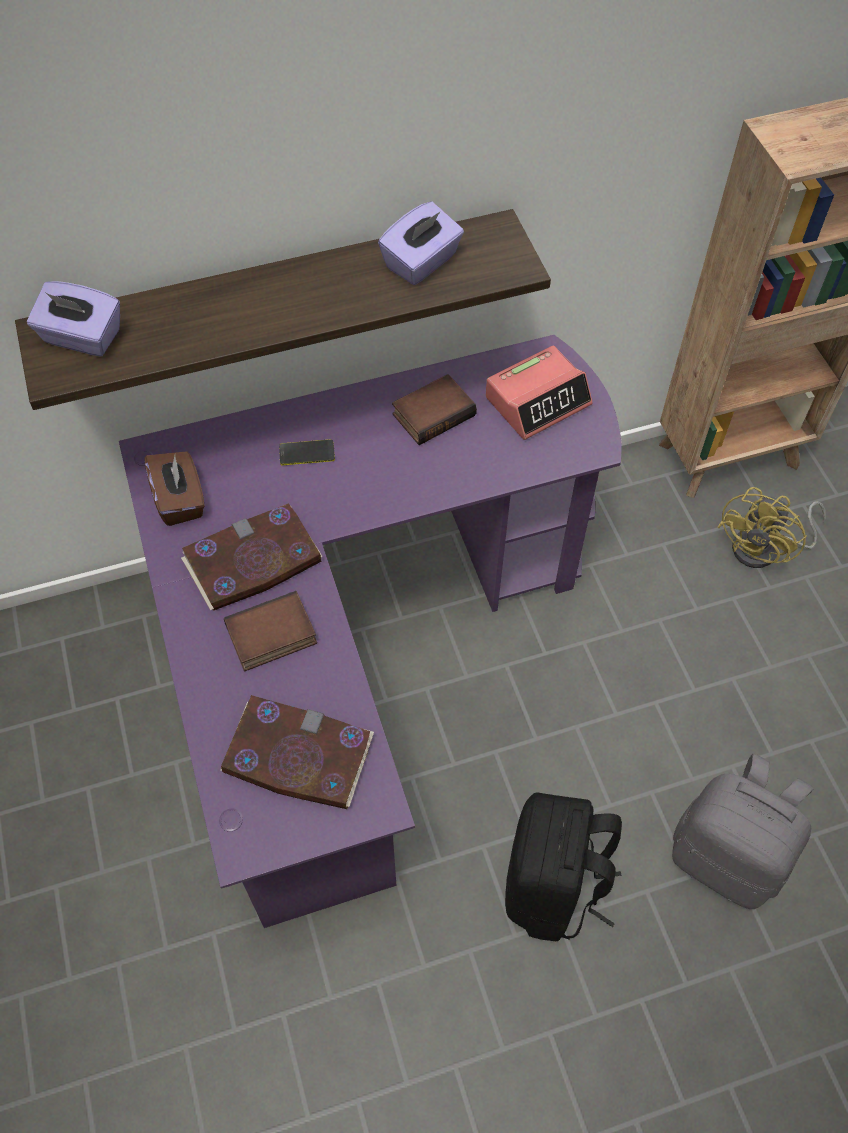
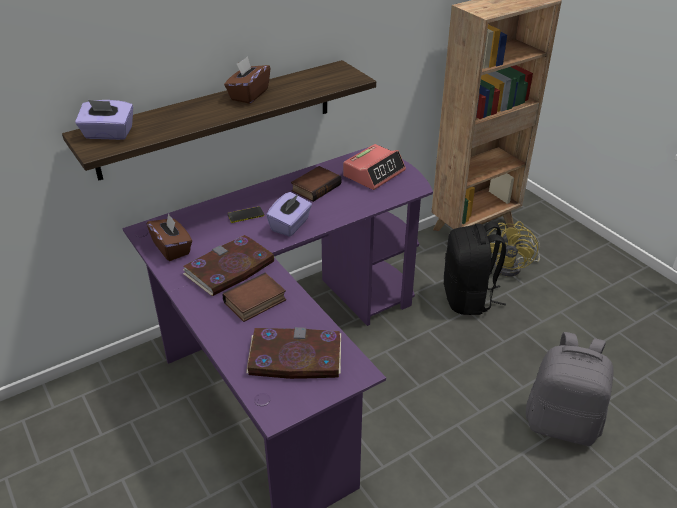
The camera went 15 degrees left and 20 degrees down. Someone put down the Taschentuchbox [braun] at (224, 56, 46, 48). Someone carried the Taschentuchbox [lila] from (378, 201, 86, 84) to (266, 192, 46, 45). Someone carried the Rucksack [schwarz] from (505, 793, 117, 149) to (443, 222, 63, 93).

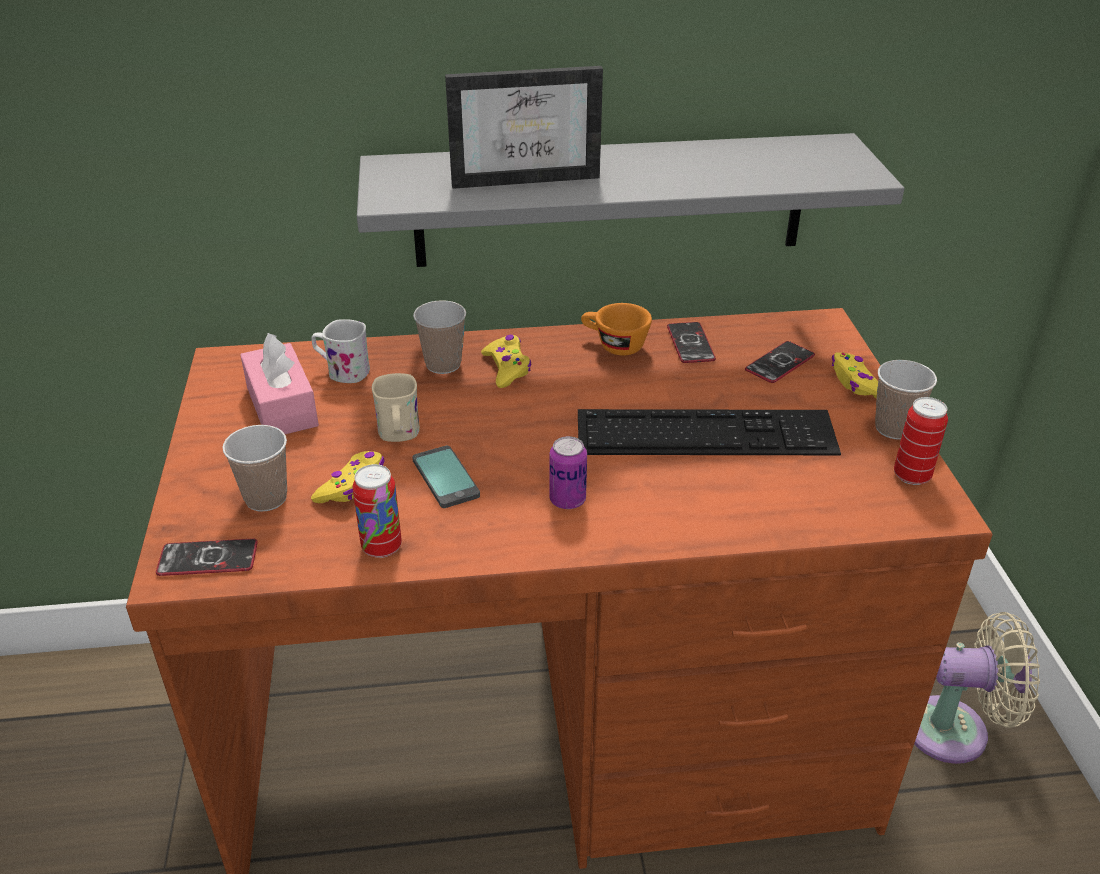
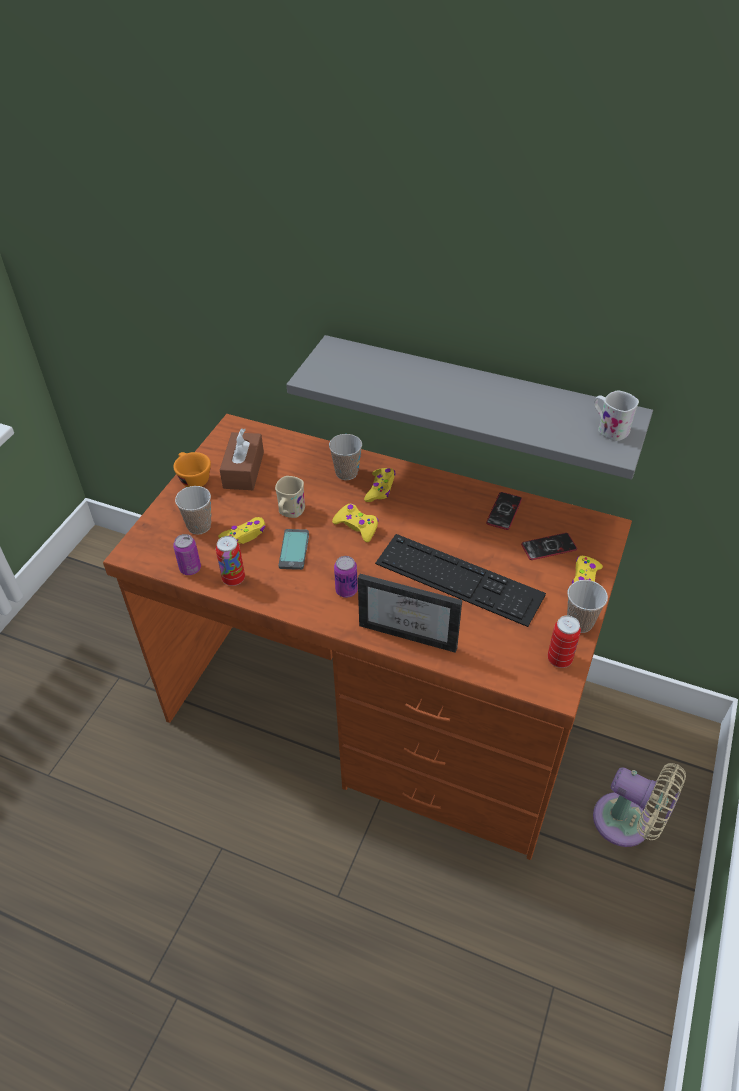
The camera went 30 degrees right and 10 degrees up. Someone took away the Handy at (156, 539, 102, 37). Someone put down the Dose at (173, 534, 28, 41). Someone put down the Gamepad [gelb] at (332, 503, 47, 39). Someone carried the Henkelbecher [weiß] from (311, 319, 59, 64) to (594, 390, 45, 51). Someone carried the Bilderrahmen from (445, 66, 158, 123) to (358, 574, 104, 79). Someone carried the Tasse [orange] from (581, 303, 71, 52) to (173, 452, 38, 35). Someone repainted the Taschentuchbox [rosa] at (240, 333, 79, 101), which became the Taschentuchbox [braun] at (220, 428, 44, 62).

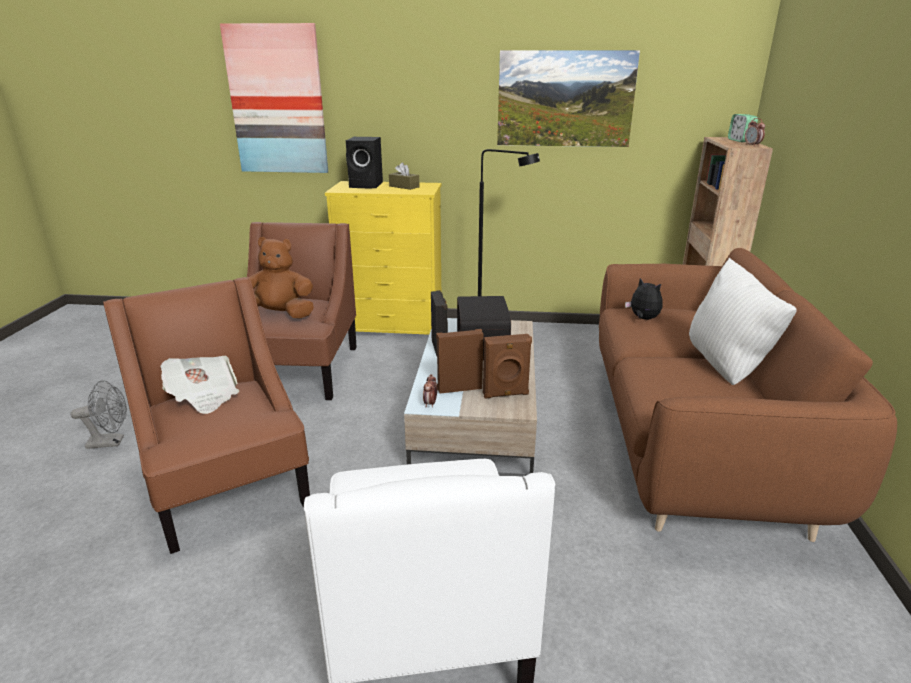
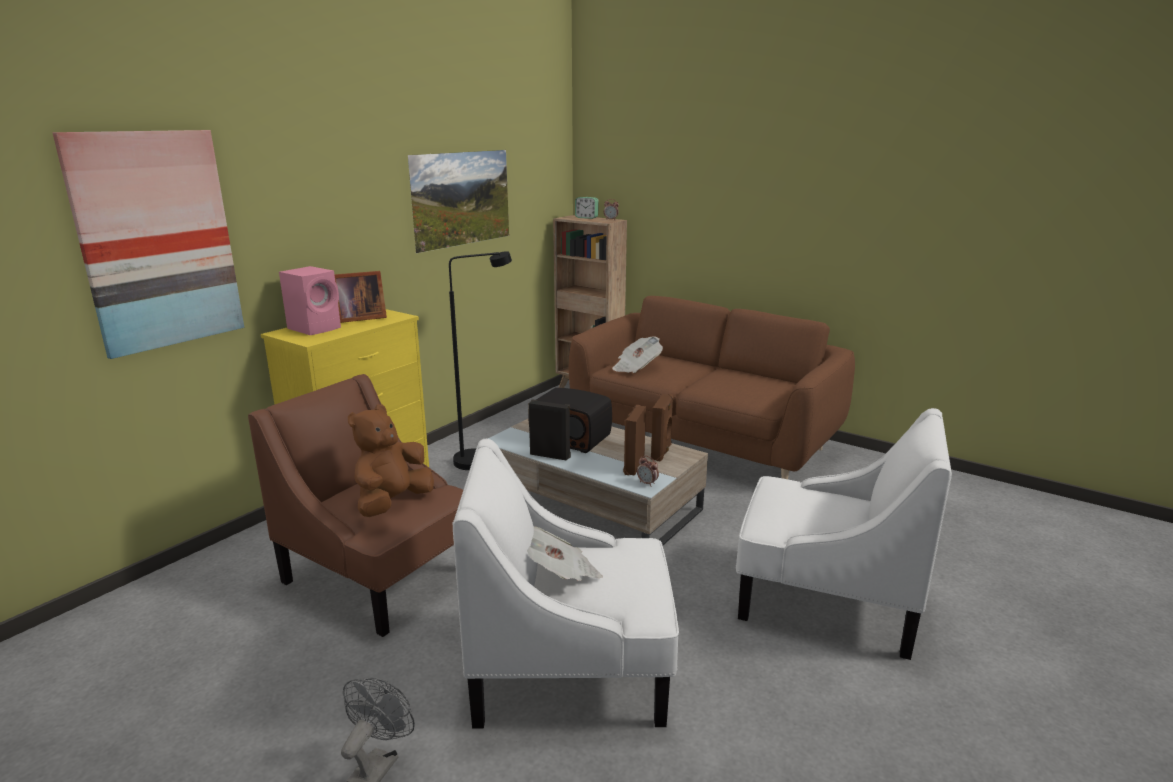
The camera went 60 degrees left and 5 degrees down. Someone took away the Kissen [weiß] at (689, 258, 108, 127). Someone swapped the Taschentuchbox [braun] at (389, 163, 30, 27) for the Bilderrahmen at (334, 271, 53, 52). Someone swapped the Plüschtier at (625, 278, 38, 42) for the Zeitung at (612, 336, 51, 37). Someone repainted the Sessel [braun] at (103, 277, 207, 277), which became the Sessel [weiß] at (453, 439, 226, 290). Someone repainted the Lautsprecher [schwarz] at (346, 137, 37, 51), which became the Lautsprecher [rosa] at (279, 266, 62, 69).

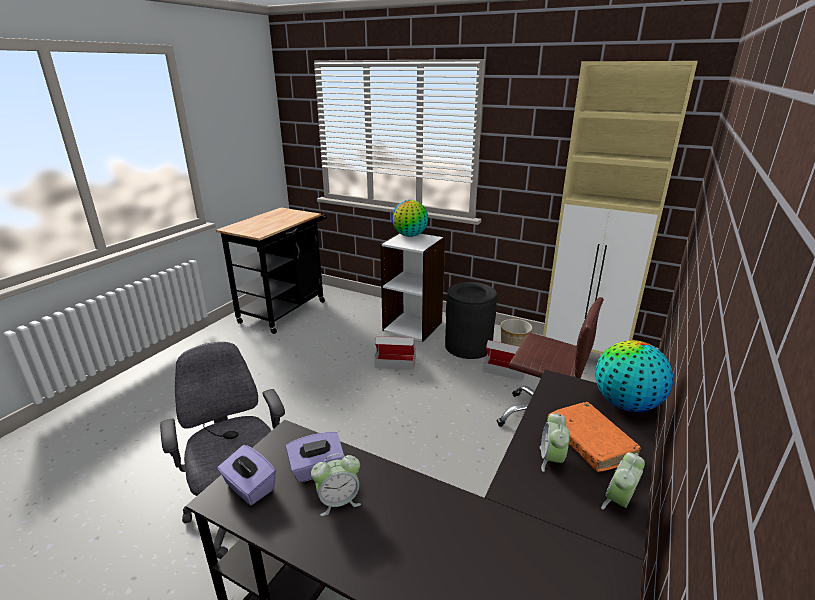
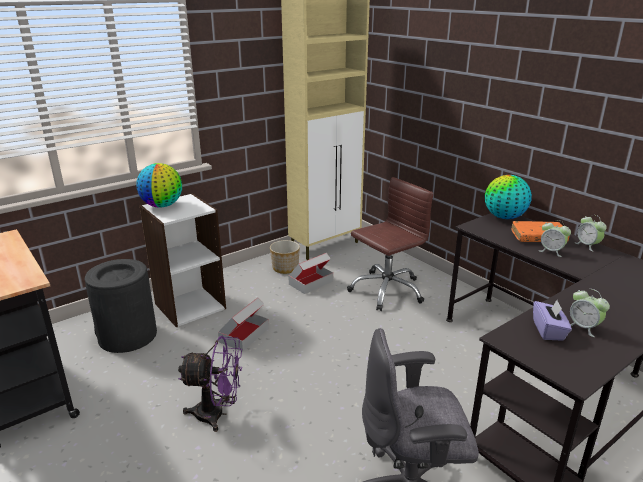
The camera went 65 degrees left and 0 degrees up. Someone took away the Taschentuchbox [lila] at (217, 445, 59, 60). Someone put down the Ventilator [lila] at (178, 336, 64, 96). Someone carried the Mülleimer [schwarz] from (445, 282, 52, 77) to (85, 259, 72, 94). Someone rotated the Wecker at (311, 453, 50, 63) by 135 degrees clockwise.

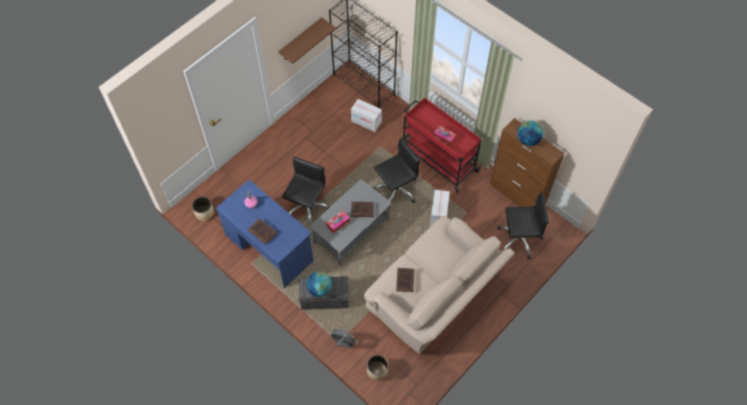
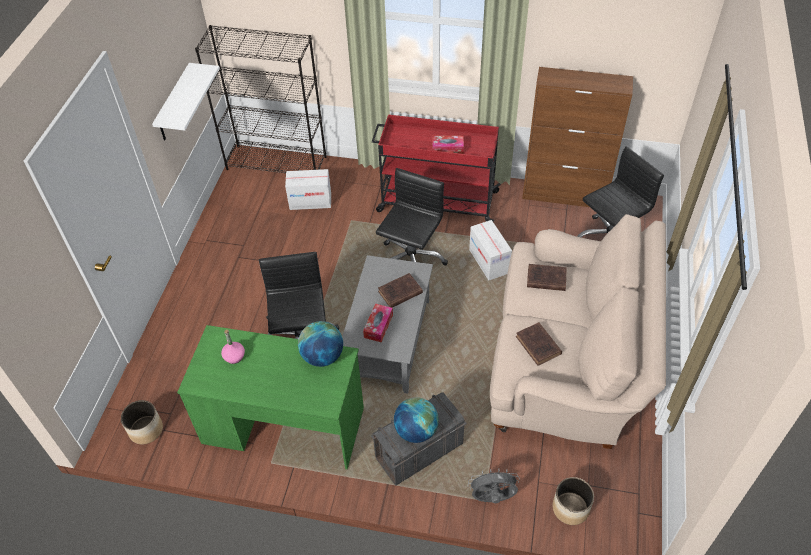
The camera went 30 degrees left and 10 degrees down. Someone carried the Buch [braun] from (248, 218, 29, 26) to (527, 264, 40, 27). Someone carried the Globus from (517, 121, 26, 25) to (298, 321, 45, 46). Someone repainted the Schreibtisch [blau] at (215, 180, 98, 108), which became the Schreibtisch [grün] at (177, 325, 187, 144). Someone repainted the Wandregal [braun] at (278, 17, 58, 47), which became the Wandregal [weiß] at (152, 63, 68, 77).

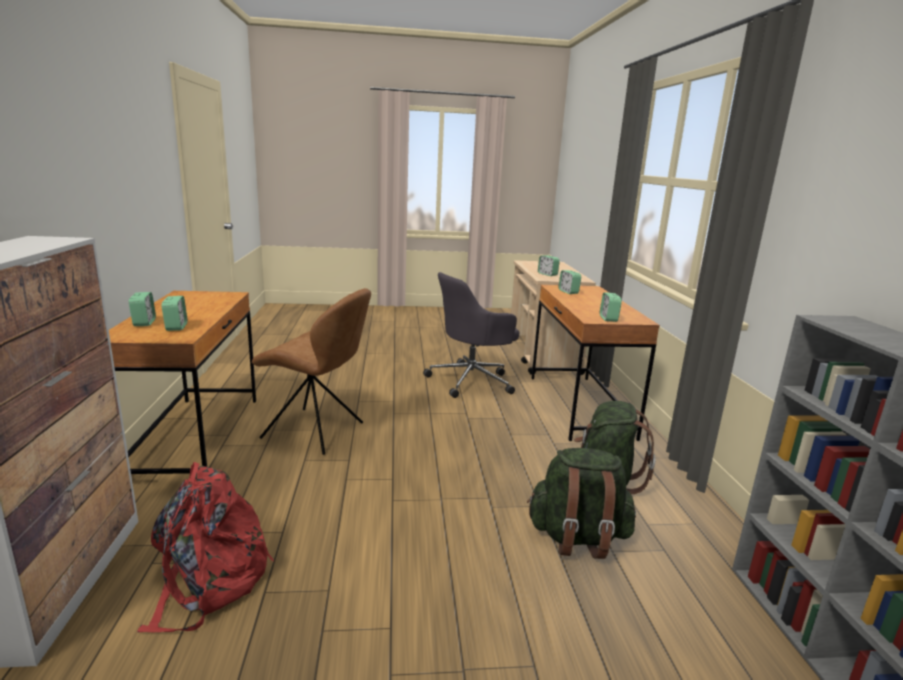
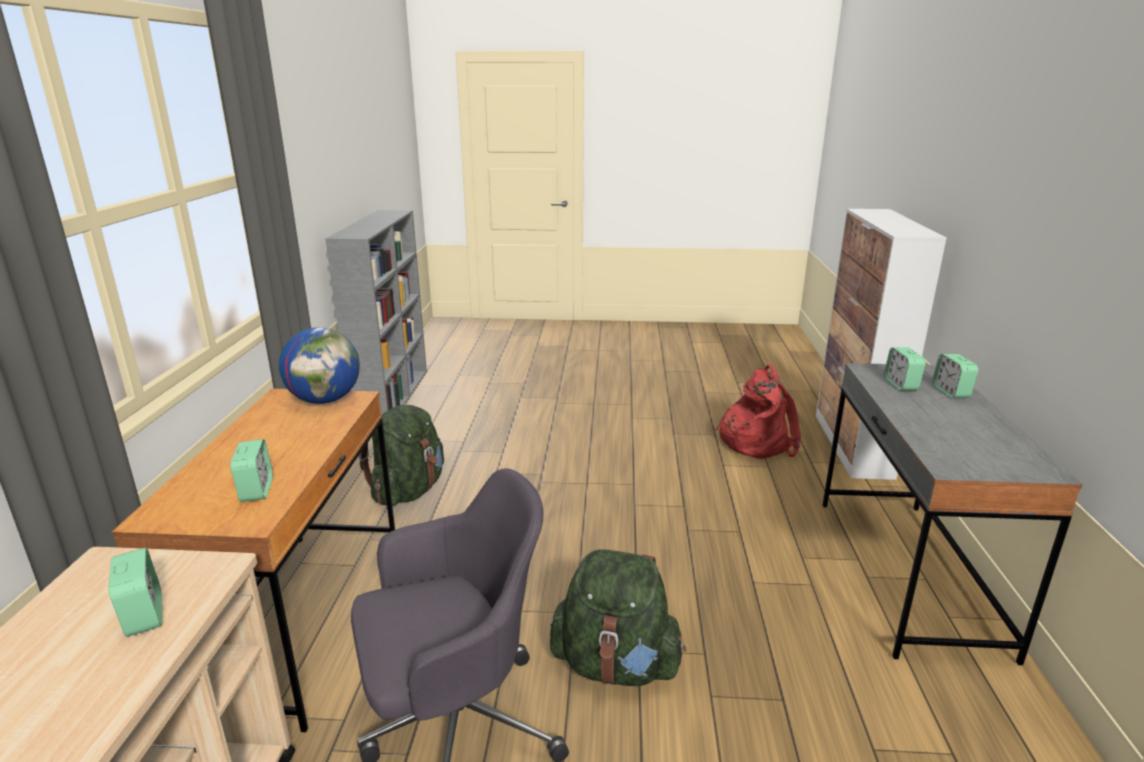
The camera went 170 degrees left and 5 degrees up. Someone took away the Stuhl [braun] at (252, 288, 119, 167). Someone carried the Rucksack [grün] from (527, 448, 109, 111) to (550, 549, 136, 137). Someone swapped the Wecker at (600, 292, 22, 30) for the Globus at (279, 327, 81, 77). Someone repainted the Schreibtisch [braun] at (109, 291, 147, 183), which became the Schreibtisch [grau] at (823, 363, 260, 302).

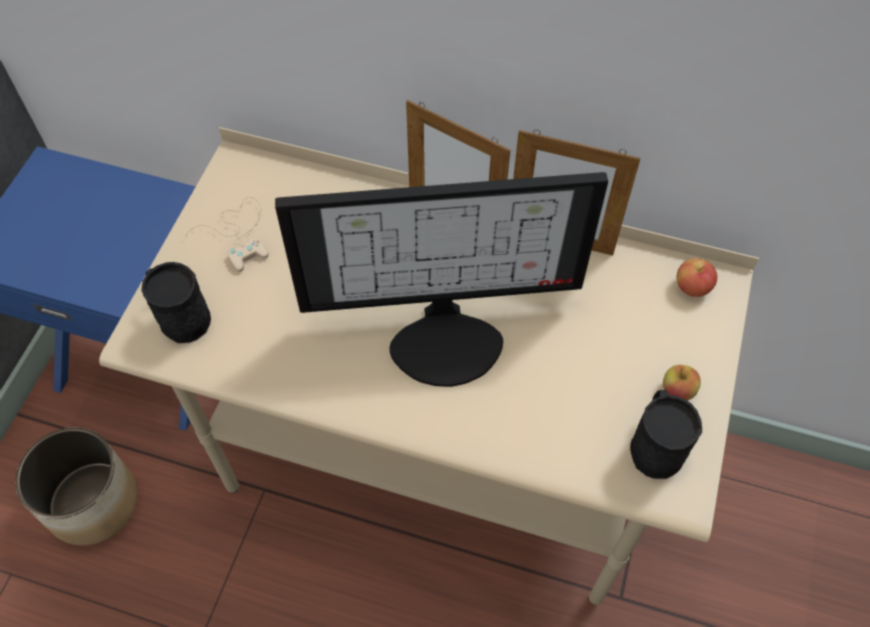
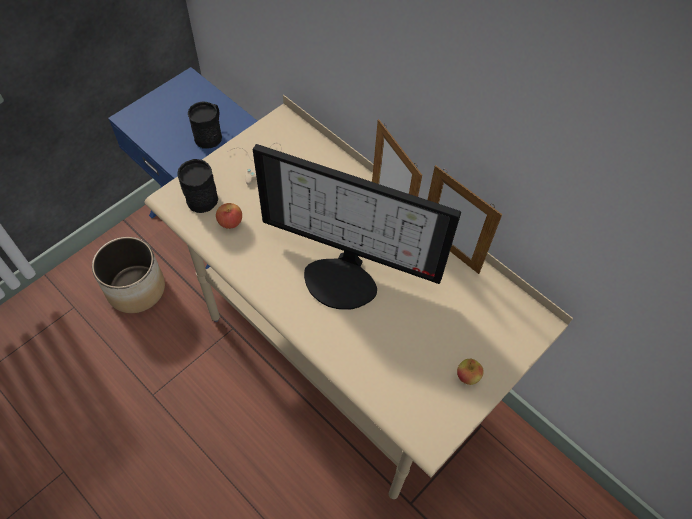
The camera went 25 degrees right and 0 degrees up. Someone carried the Henkelbecher [schwarz] from (630, 390, 72, 89) to (188, 102, 34, 47). Someone carried the Apfel from (676, 258, 41, 39) to (216, 203, 26, 26).

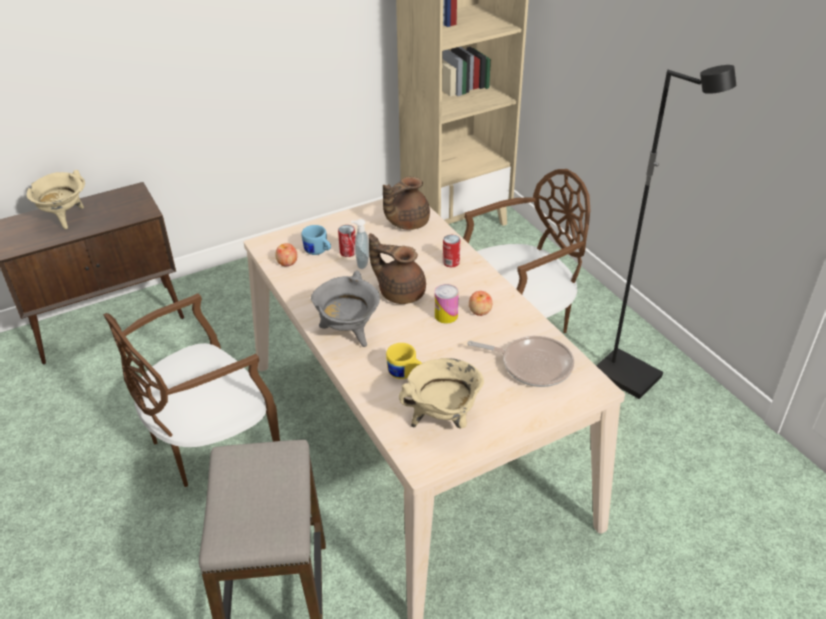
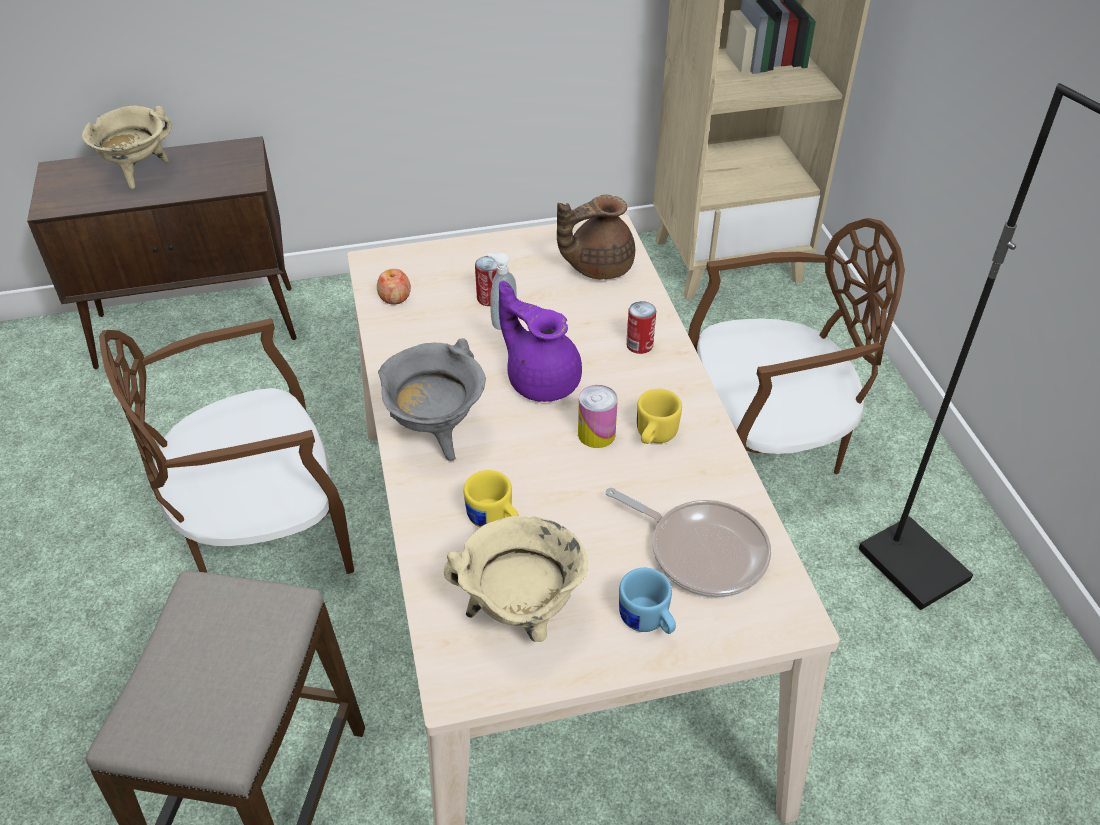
The camera went 15 degrees right and 5 degrees up. Someone carried the Henkelbecher [blau] from (301, 225, 30, 30) to (619, 568, 57, 66). Someone swapped the Apfel at (469, 291, 23, 25) for the Henkelbecher [gelb] at (637, 389, 45, 55). Someone repainted the Teekanne [braun] at (369, 233, 57, 71), which became the Teekanne [lila] at (499, 281, 83, 121).

